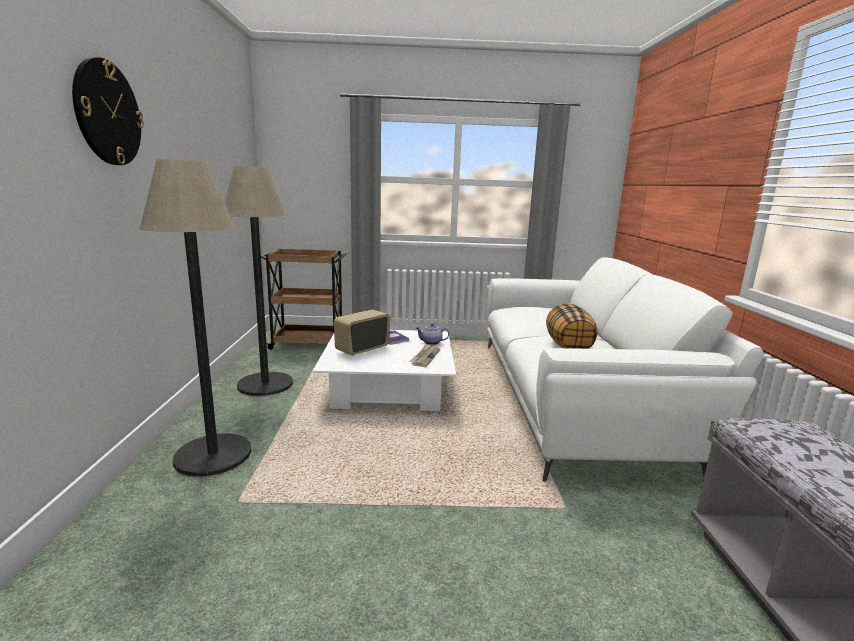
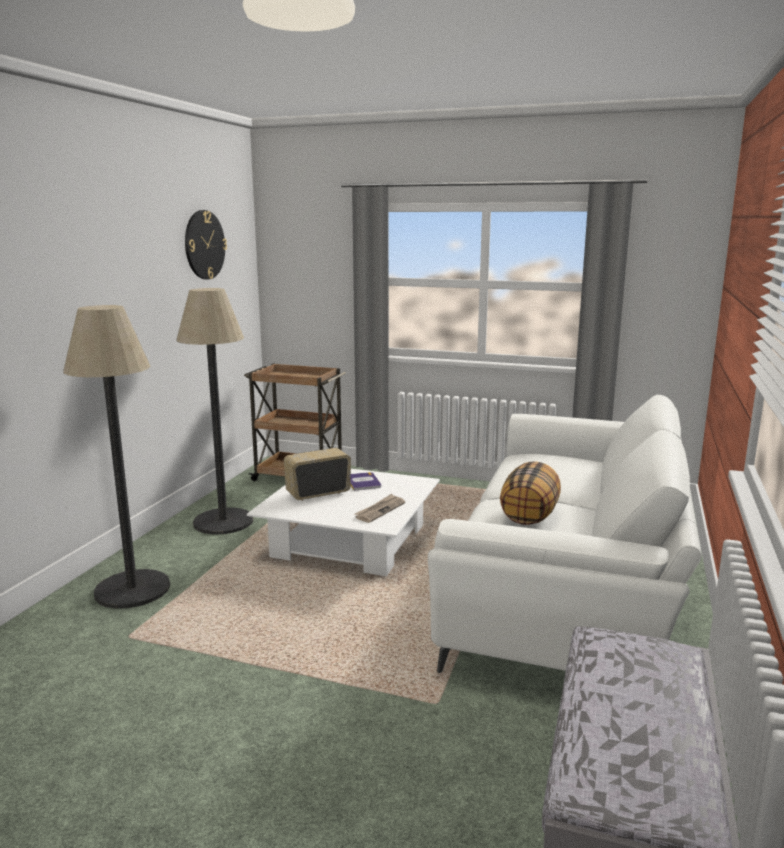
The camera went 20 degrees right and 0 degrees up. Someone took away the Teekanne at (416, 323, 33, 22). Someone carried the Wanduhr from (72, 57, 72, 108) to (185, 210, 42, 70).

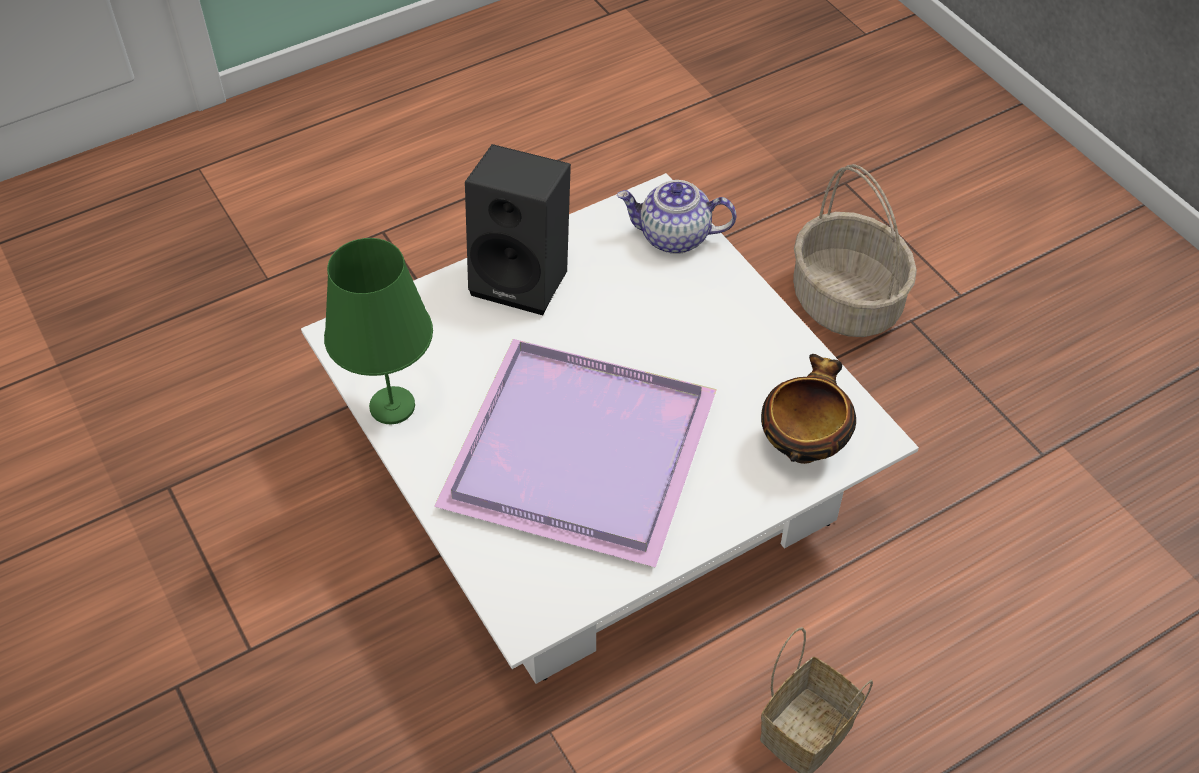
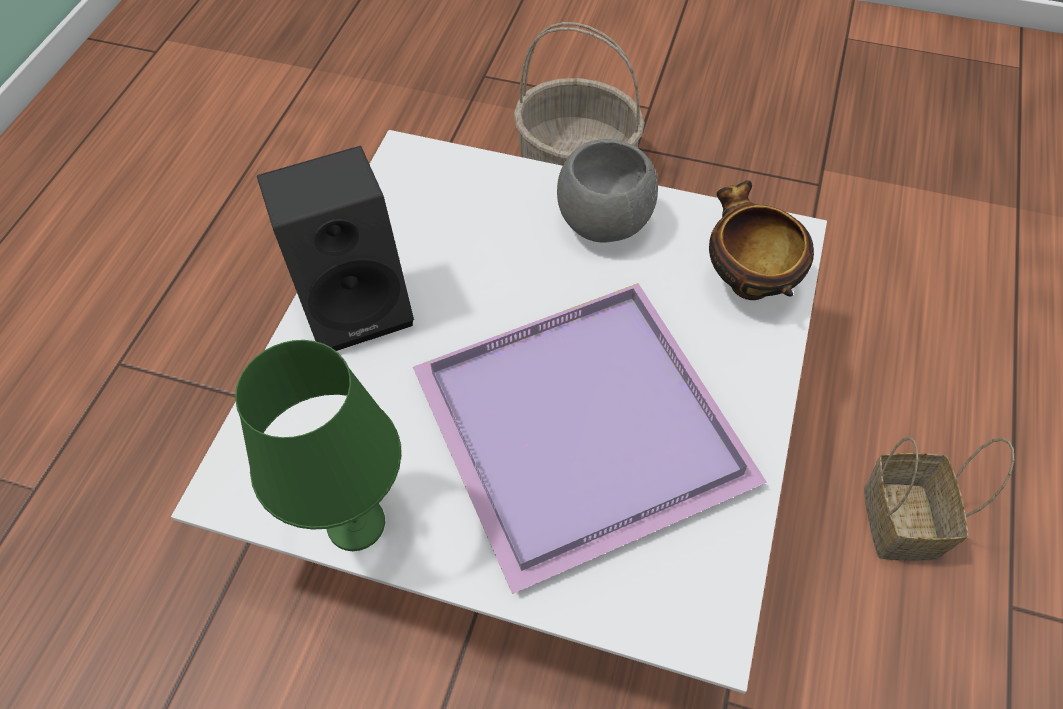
The camera went 40 degrees left and 5 degrees up. Someone took away the Teekanne at (617, 180, 119, 74). Someone put down the Schüssel [grau] at (557, 139, 101, 104).

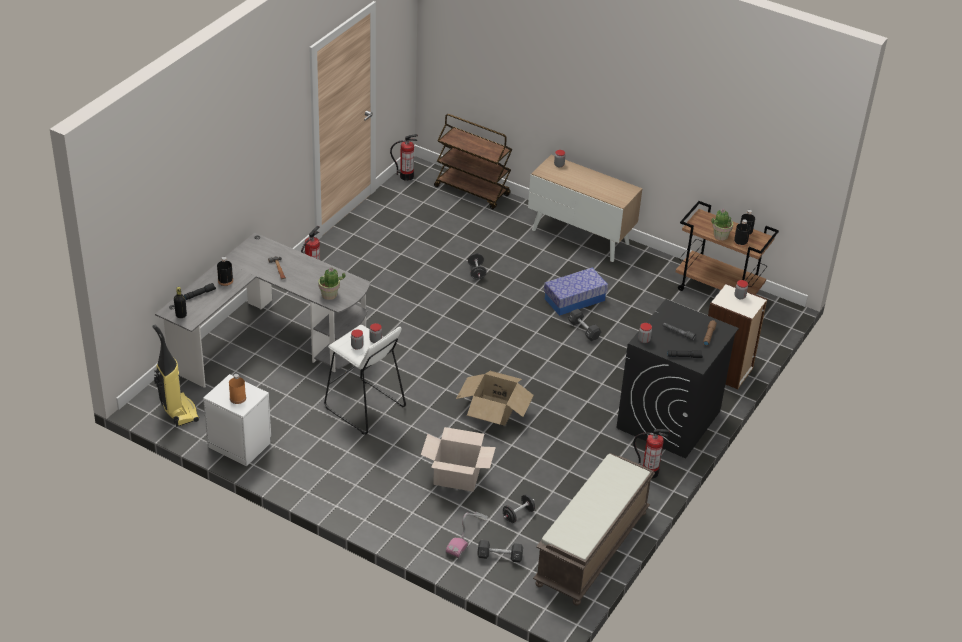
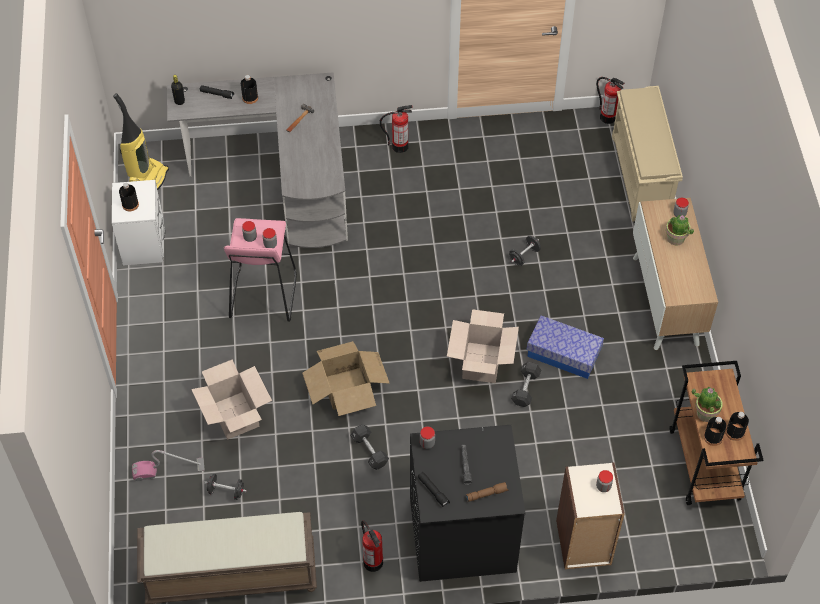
The camera went 55 degrees right and 15 degrees up. Someone put down the Karton at (447, 309, 72, 74). Someone carried the Topfpflanze from (318, 268, 28, 32) to (666, 215, 28, 31). Someone carried the Hantel [schwarz] from (477, 540, 46, 23) to (350, 424, 39, 46). Someone swapped the Rollwagen [braun] at (434, 114, 78, 95) for the Schuhregal [beige] at (612, 86, 71, 136). Someone repainted the Flasche [orange] at (229, 374, 17, 30), which became the Flasche [schwarz] at (119, 183, 20, 28). Someone repainted the Hocker [weiß] at (324, 325, 82, 110), which became the Hocker [rosa] at (224, 218, 73, 104).

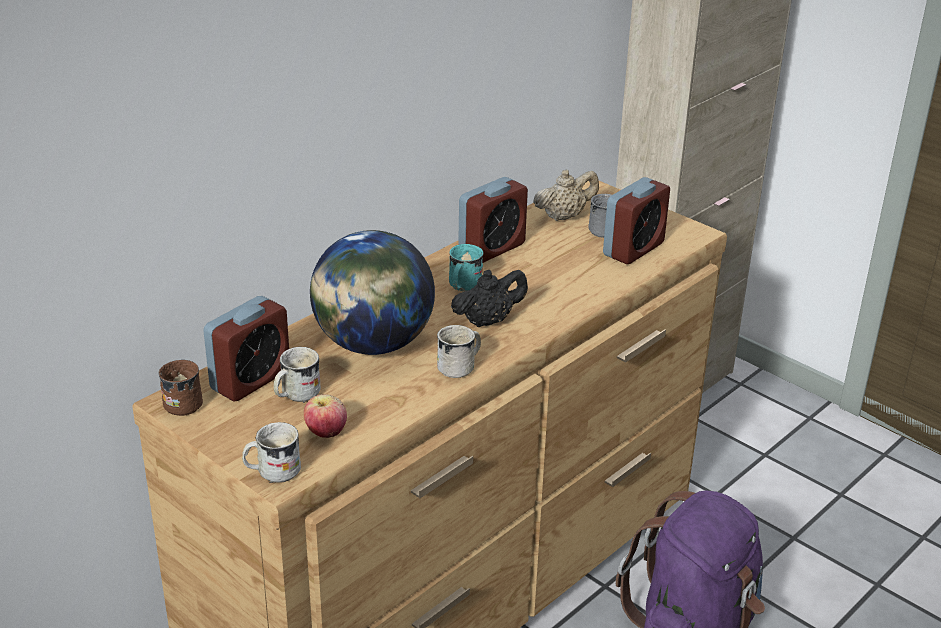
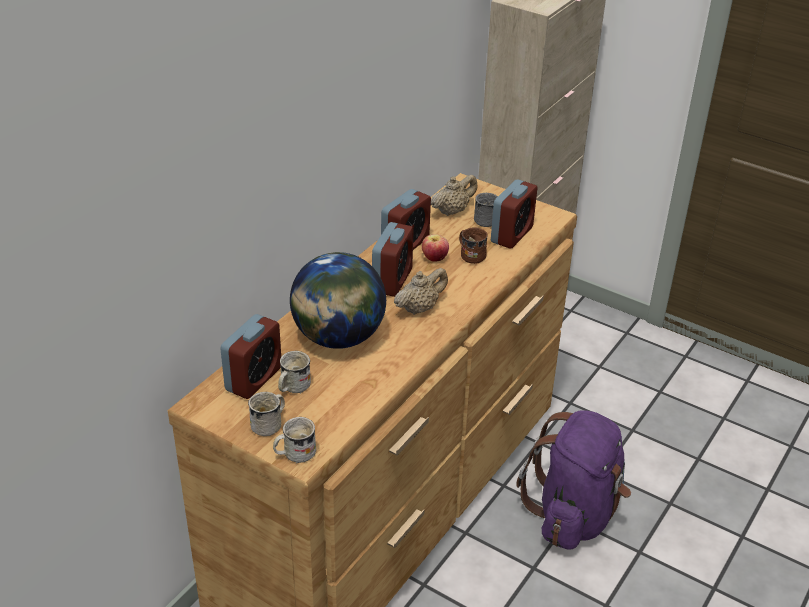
The camera went 10 degrees left and 5 degrees up. Someone carried the Henkelbecher [braun] from (158, 360, 45, 56) to (459, 227, 29, 37). Someone carried the Apfel from (304, 394, 43, 44) to (422, 234, 27, 28). Someone carried the Henkelbecher [weiß] from (437, 325, 44, 53) to (248, 392, 37, 44). Someone swapped the Henkelbecher [türkis] at (449, 244, 35, 47) for the Wecker at (372, 222, 42, 75). Someone repainted the Teekanne [schwarz] at (451, 270, 77, 57), which became the Teekanne [beige] at (394, 268, 54, 47).

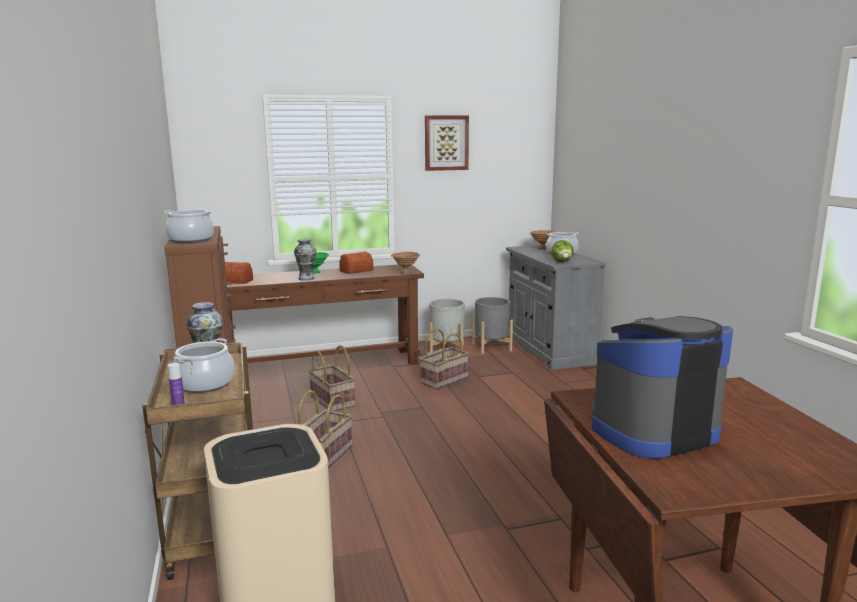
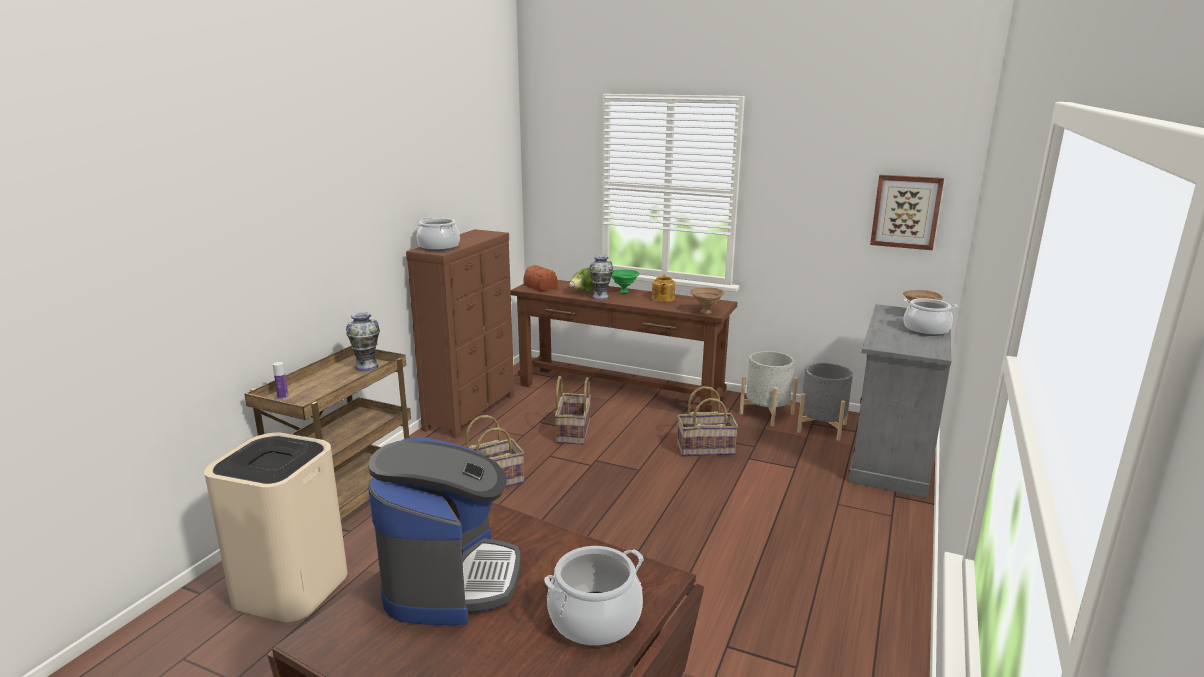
The camera went 40 degrees right and 5 degrees up. Someone carried the Kochtopf from (173, 338, 62, 55) to (544, 546, 100, 100). Someone carried the Bild from (425, 116, 44, 55) to (870, 175, 74, 75). Someone carried the Salatkopf from (551, 240, 23, 22) to (570, 268, 24, 24). Someone swapped the Brot at (339, 251, 34, 23) for the Teekanne at (652, 274, 23, 28). Someone rotated the Kaffeemaschine at (591, 316, 142, 143) by 75 degrees clockwise.

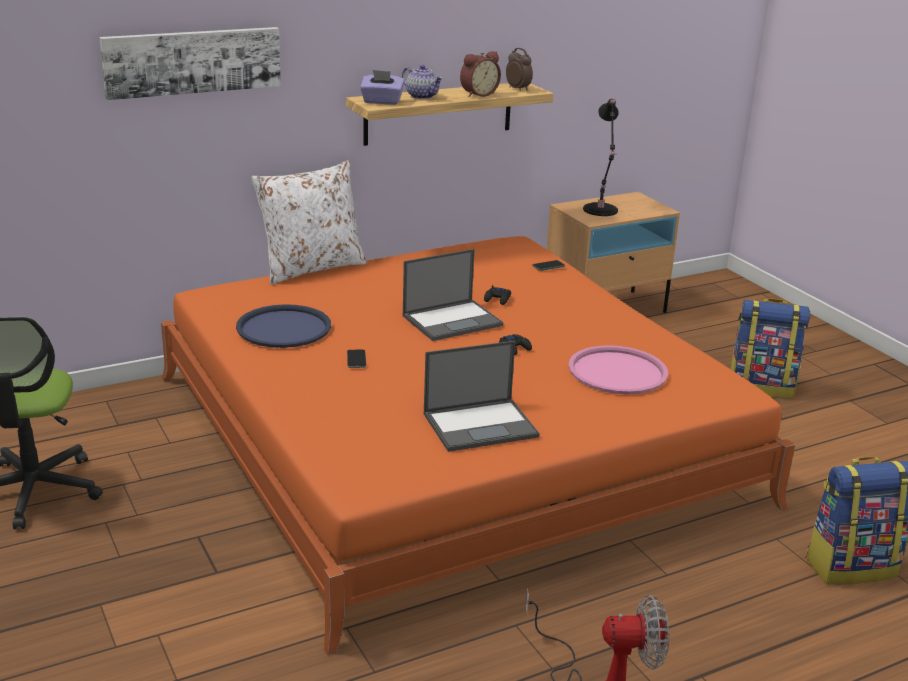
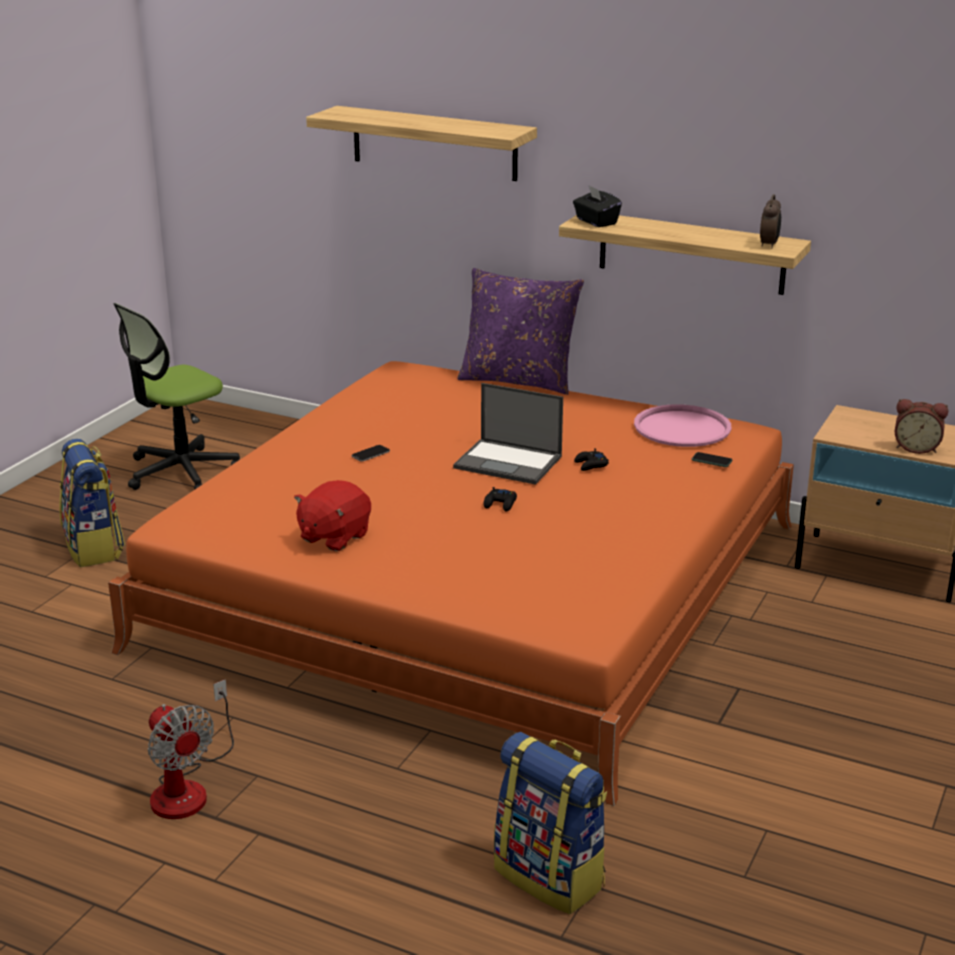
The camera went 55 degrees right and 0 degrees up. Someone took away the Tablett [blau] at (236, 304, 95, 44). Someone took away the Teekanne at (402, 65, 41, 34). Someone took away the Tischlampe [schwarz] at (583, 99, 36, 117). Someone carried the Wecker from (460, 51, 41, 46) to (895, 399, 53, 55). Someone carried the Tablett [rosa] from (568, 345, 100, 49) to (634, 405, 98, 42). Someone carried the Rucksack from (731, 298, 79, 101) to (59, 439, 66, 128). Someone swapped the Bild at (100, 27, 181, 73) for the Wandregal at (306, 106, 231, 75). Someone swapped the Laptop at (424, 341, 116, 111) for the Plüschtier [rot] at (294, 480, 77, 71). Someone repainted the Kissen [weiß] at (251, 160, 116, 125), which became the Kissen [lila] at (457, 268, 127, 127). Someone repainted the Taschentuchbox [lila] at (360, 70, 45, 35), which became the Taschentuchbox [schwarz] at (573, 186, 49, 41).

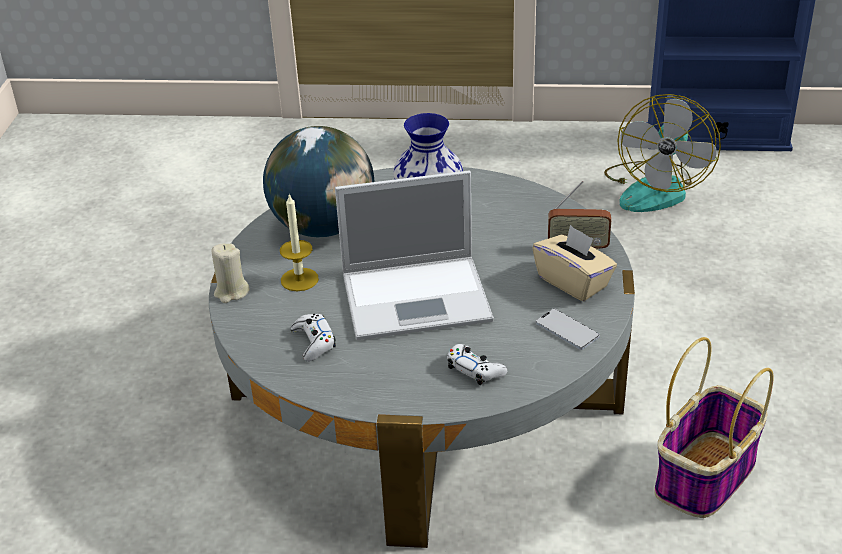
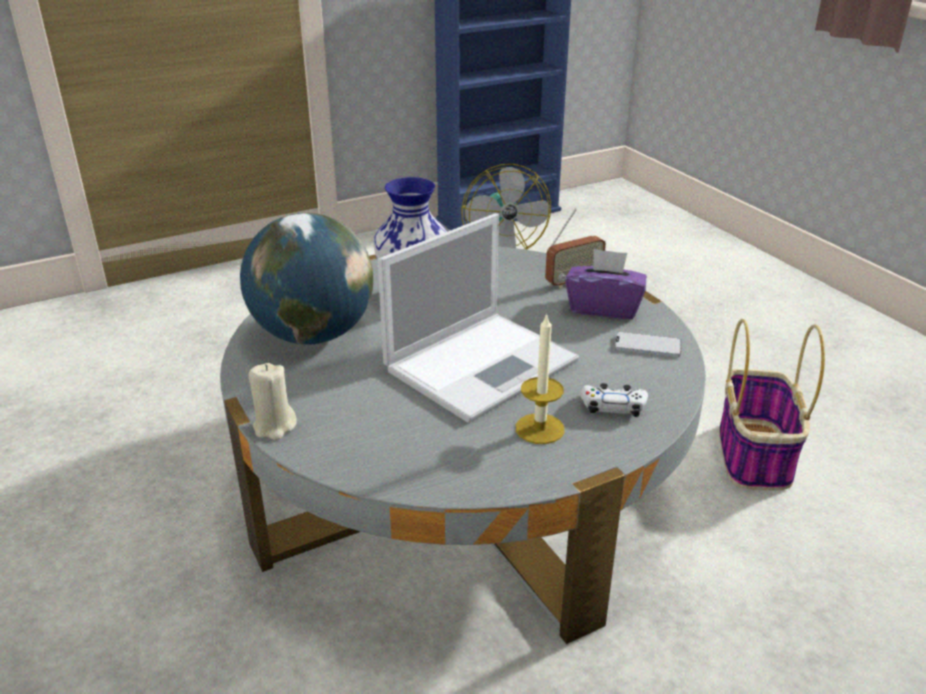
The camera went 35 degrees left and 5 degrees down. Someone took away the Gamepad [weiß] at (290, 314, 46, 48). Someone carried the Kerze from (280, 194, 39, 97) to (516, 313, 49, 131). Someone repainted the Taschentuchbox [beige] at (532, 225, 85, 76), which became the Taschentuchbox [lila] at (565, 249, 82, 70).

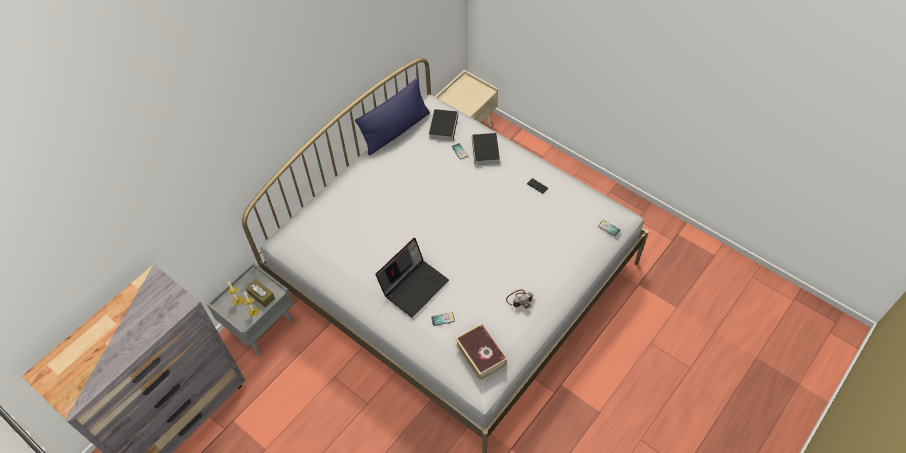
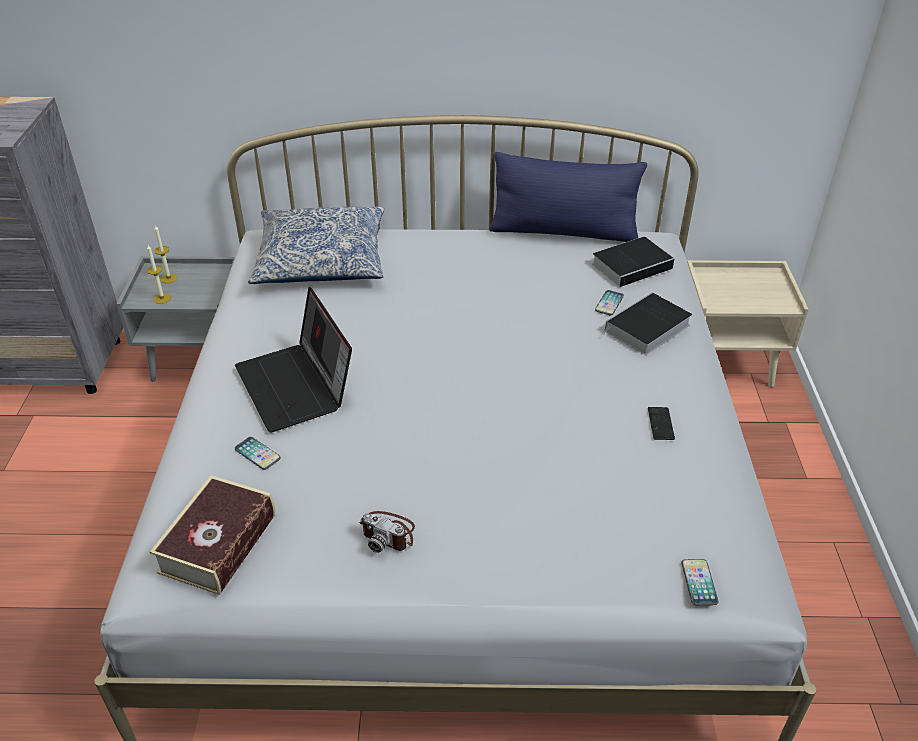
The camera went 50 degrees right and 15 degrees down. Someone took away the Taschentuchbox [braun] at (246, 279, 29, 28). Someone put down the Kissen at (248, 207, 136, 77). Someone rotated the Laptop at (375, 238, 74, 79) by 60 degrees clockwise.

